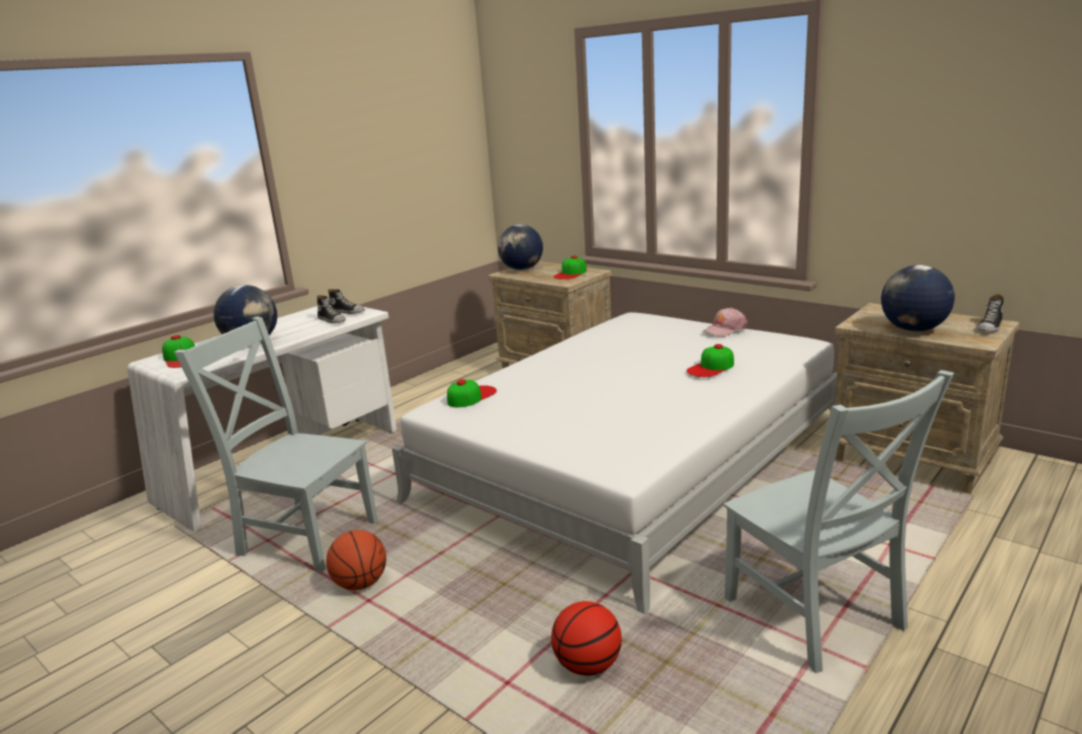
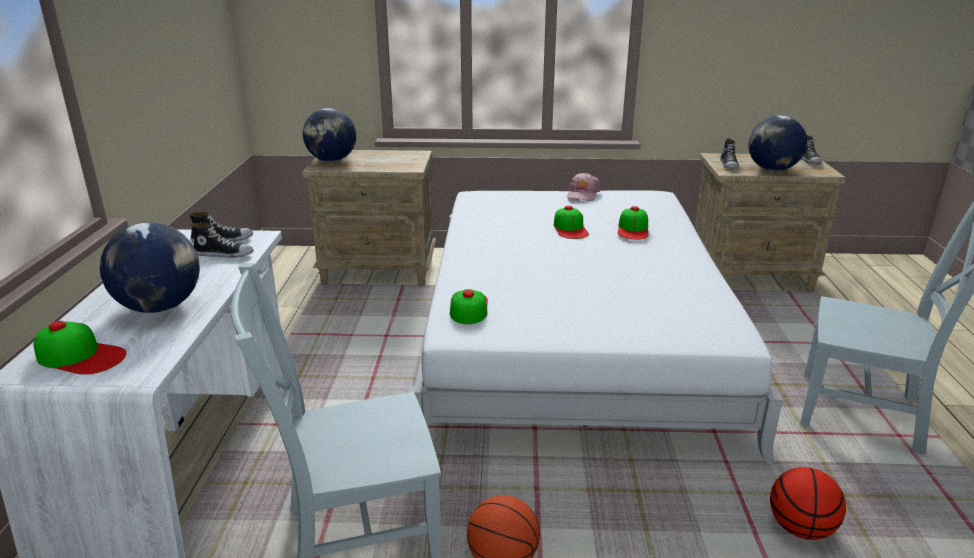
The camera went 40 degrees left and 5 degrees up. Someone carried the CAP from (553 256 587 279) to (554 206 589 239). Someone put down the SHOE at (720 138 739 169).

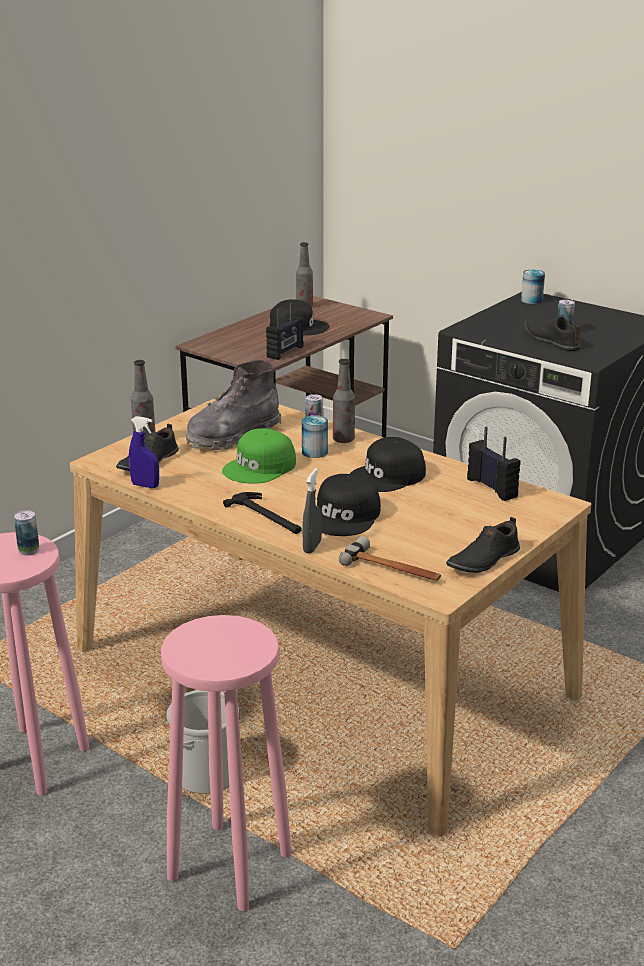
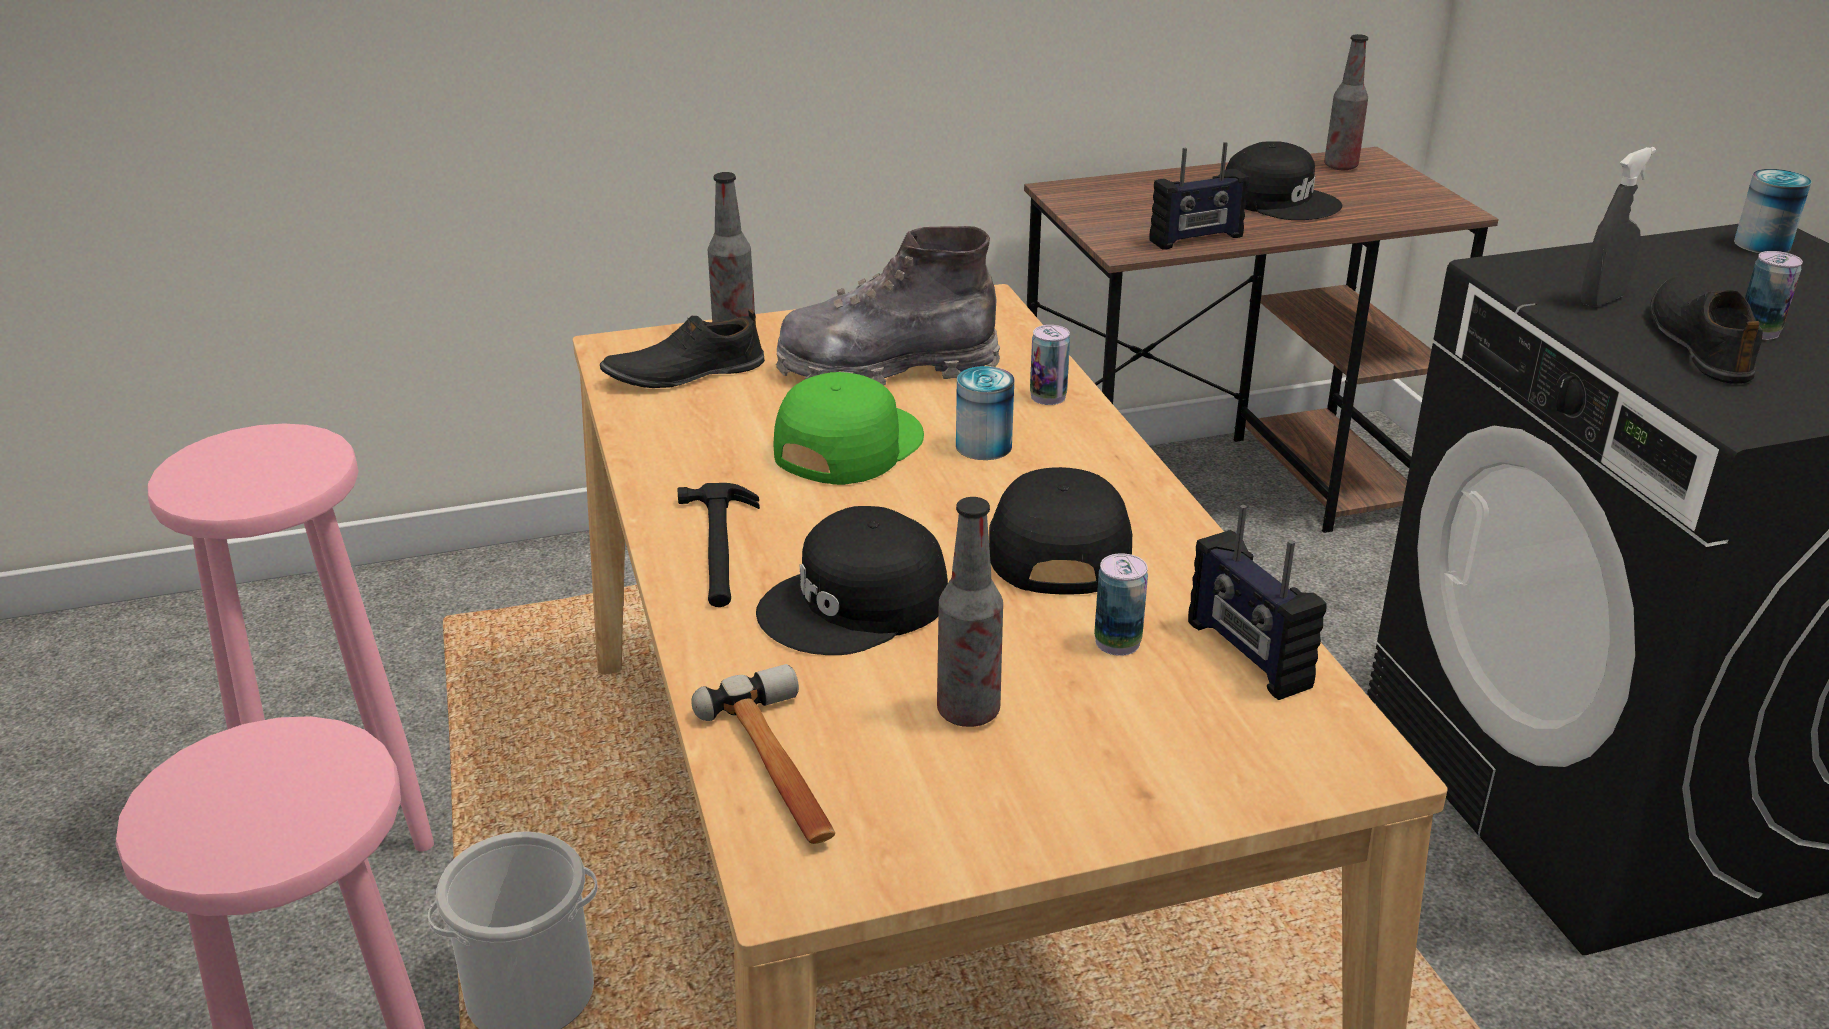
The camera went 35 degrees right and 5 degrees up. Someone carried the BOTTLE from (333 359 355 443) to (937 497 1003 727). Someone took away the BLUE SPRAY BOTTLE at (129 416 159 488). Someone rotated the RADIO at (467 427 521 501) by 150 degrees clockwise. Someone rotated the GREEN CAP at (222 428 296 484) by 135 degrees clockwise. Someone rotated the BLACK CAP at (350 437 426 492) by 90 degrees clockwise. Someone carried the GREY SPRAY BOTTLE from (303 468 322 554) to (1581 147 1656 307). Someone carried the CAN from (14 510 39 556) to (1094 553 1148 656). Someone took away the BLACK SHOE at (446 517 520 573).

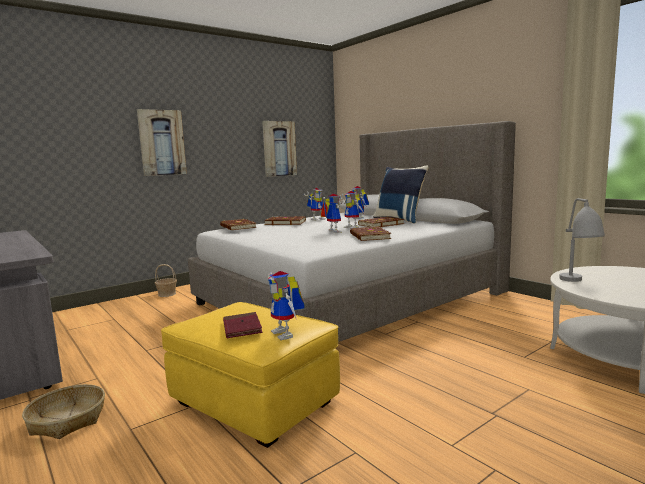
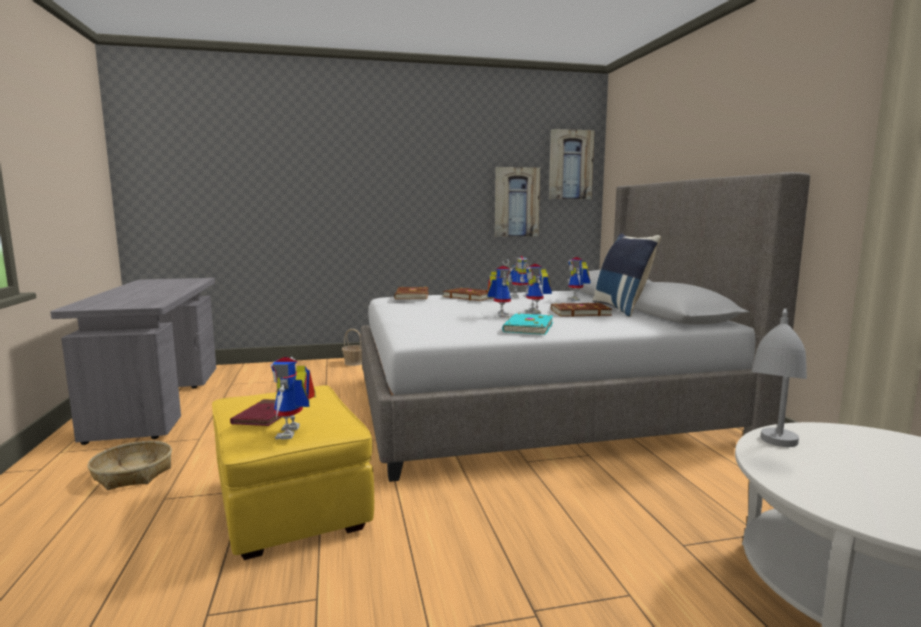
The camera went 25 degrees right and 0 degrees up. Someone carried the PICTURE from (137 109 187 176) to (549 129 594 199). Someone repainted the BROWN BOOK at (350 226 391 241), which became the TURQUOISE BOOK at (502 313 553 335).

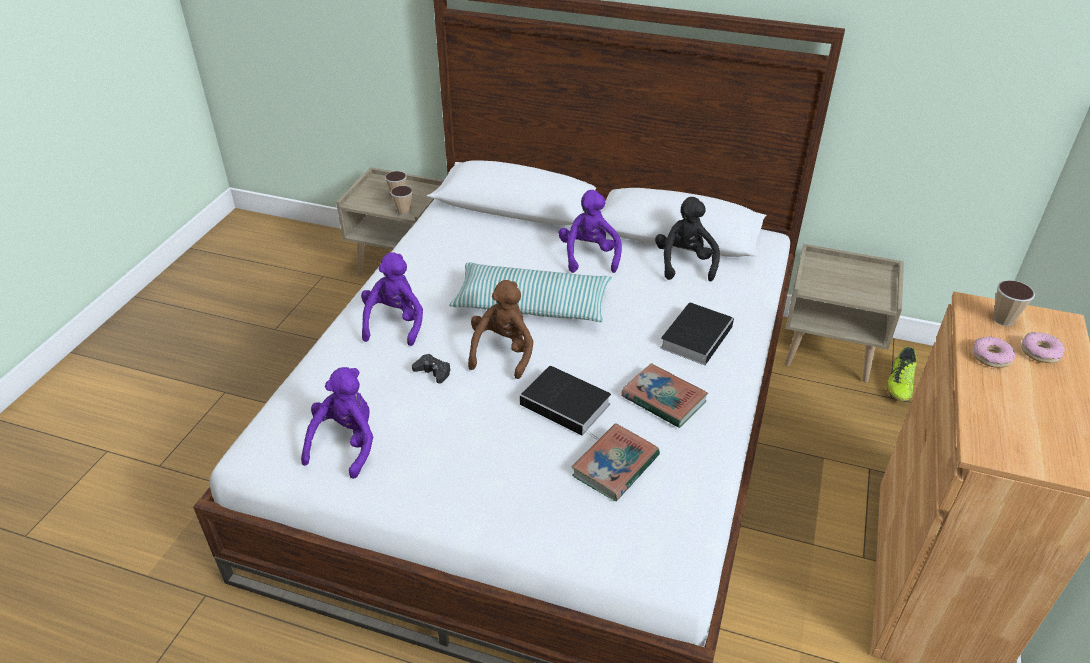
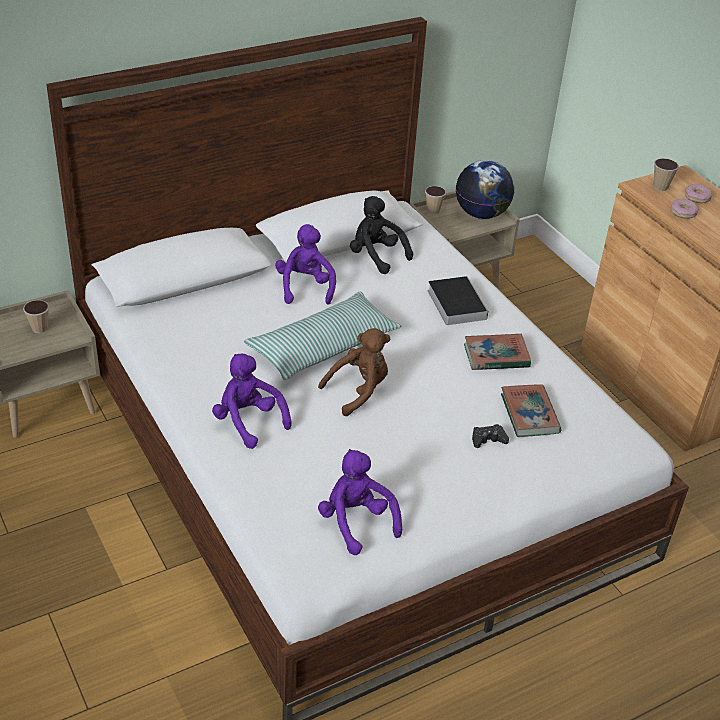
The camera went 50 degrees left and 0 degrees up. Someone carried the CUP from (390 186 413 215) to (425 186 446 214). Someone rotated the PURPLE PLUSH TOY at (558 190 622 273) by 45 degrees clockwise. Someone rotated the BROWN PLUSH TOY at (468 280 533 379) by 90 degrees clockwise. Someone took away the SHOE at (886 347 917 402). Someone carried the BLACK GAME CONTROLLER from (412 354 451 384) to (472 424 509 448). Someone took away the BOOK at (520 366 611 440). Someone put down the GLOBE at (456 160 514 219).

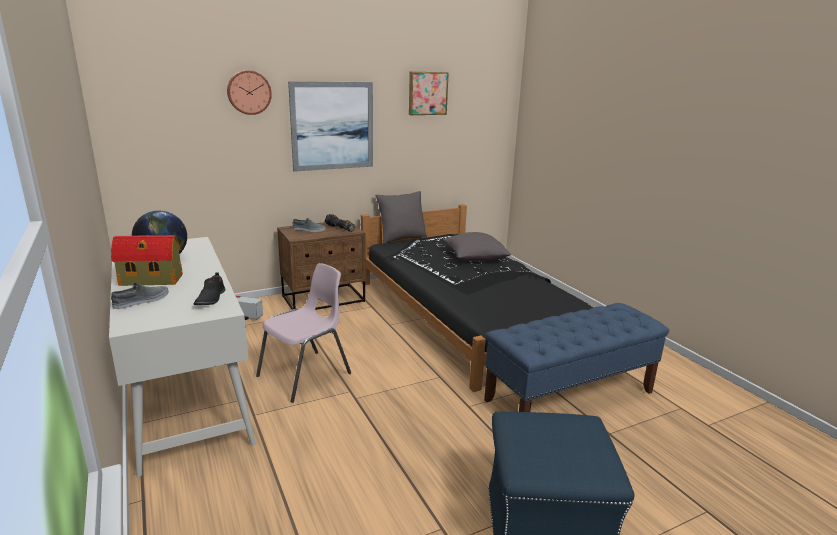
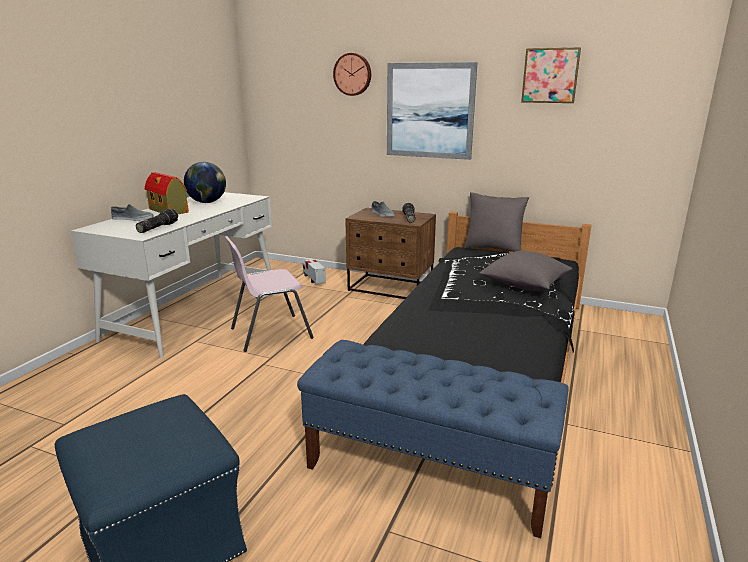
The camera went 50 degrees right and 0 degrees up. Someone rotated the PINK CHAIR at (256 263 351 403) by 150 degrees clockwise. Someone swapped the BLACK SHOE at (194 272 226 305) for the FLASHLIGHT at (136 209 178 233).

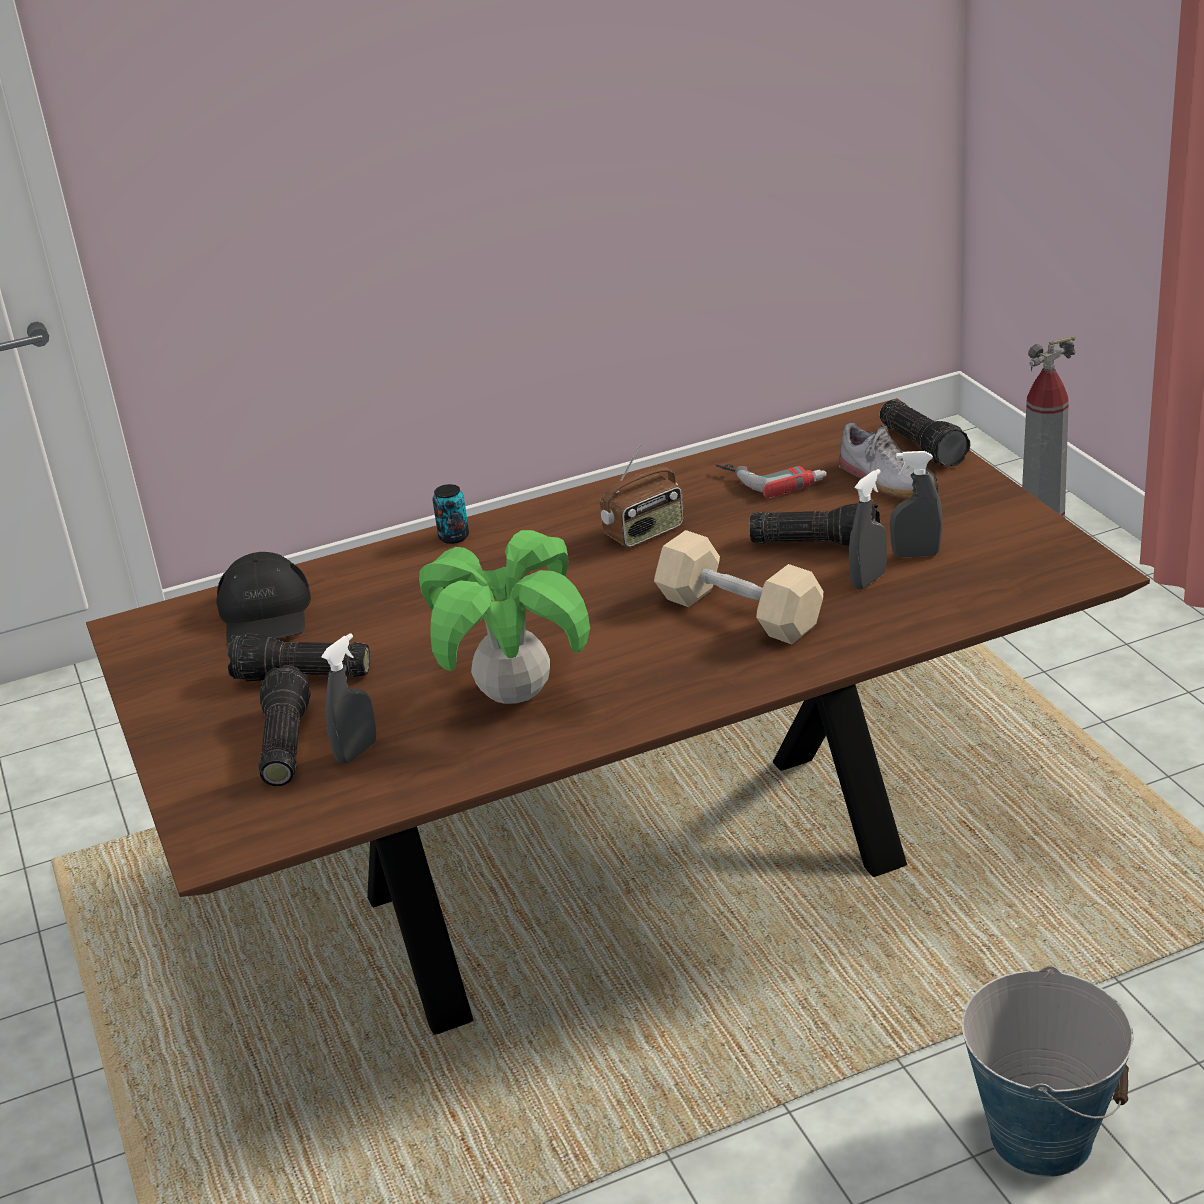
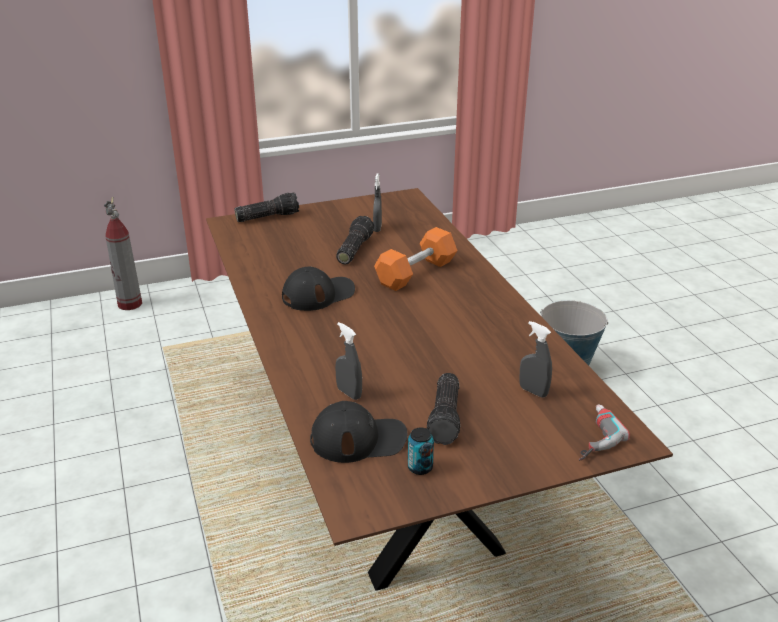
The camera went 90 degrees left and 0 degrees up. Someone took away the SHOE at (839 422 938 499). Someone swapped the RADIO at (600 444 684 548) for the BLACK CAP at (282 266 355 311). Someone carried the POWER DRILL from (715 463 827 498) to (579 404 630 461). Someone carried the GREY SPRAY BOTTLE from (849 469 887 589) to (335 322 362 400). Someone carried the CAN from (432 484 469 544) to (408 428 434 475). Someone took away the POTTED PLANT at (419 530 590 704). Someone repainted the BEIGE DUMBBELL at (654 530 823 644), which became the ORANGE DUMBBELL at (374 227 458 291). Someone took away the FLASHLIGHT at (258 665 311 786).

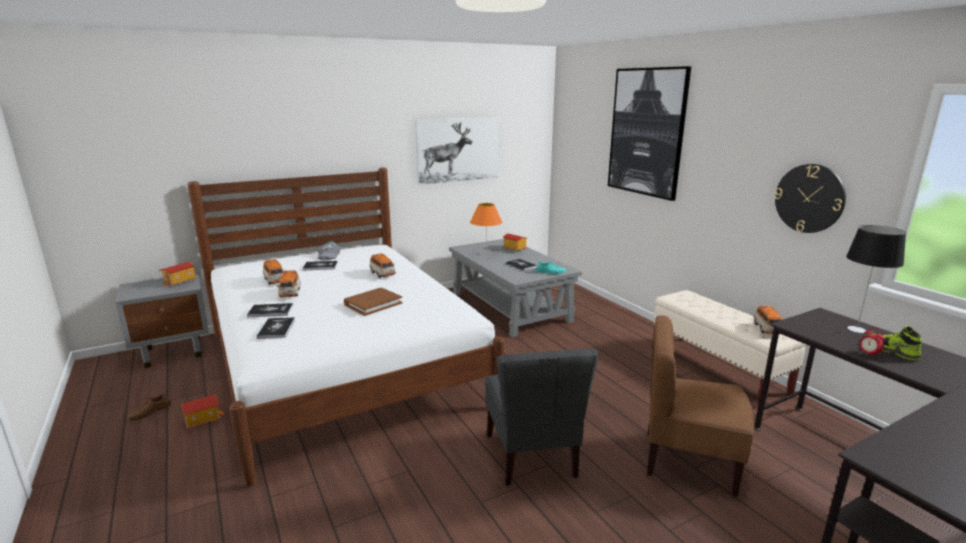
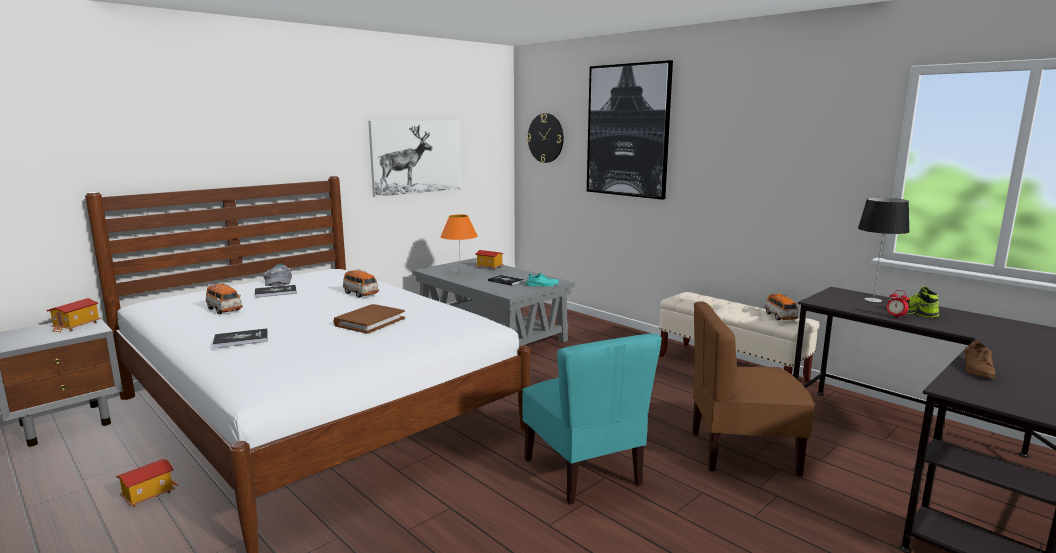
The camera went 15 degrees left and 5 degrees down. Someone carried the WALL CLOCK from (774 164 846 233) to (527 113 564 163). Someone took away the TOY CAR at (277 270 301 297). Someone took away the BOOK at (257 317 295 339). Someone repainted the GREY CHAIR at (485 349 598 486), which became the TURQUOISE CHAIR at (522 334 662 504). Someone carried the BROWN SHOE from (128 393 171 420) to (965 341 996 378).

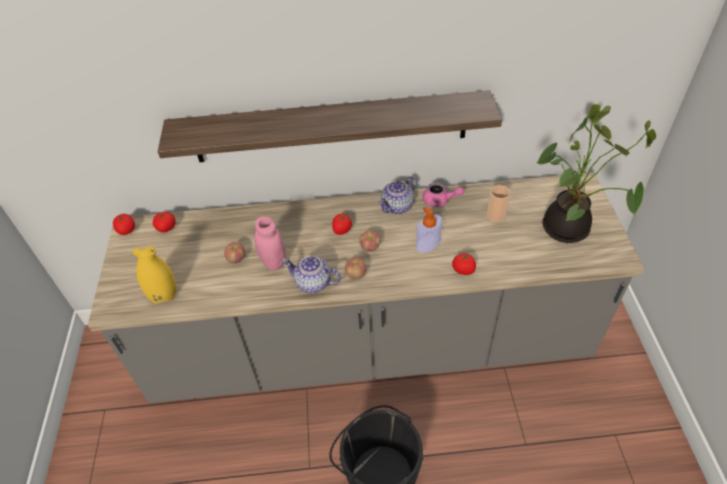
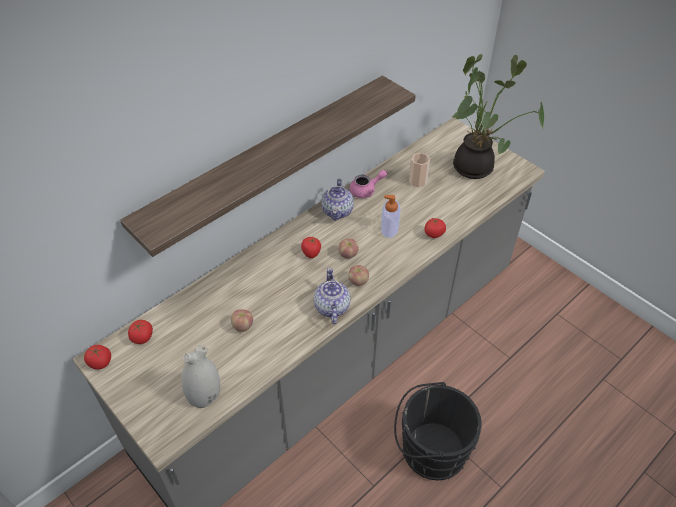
The camera went 40 degrees left and 0 degrees up. Someone took away the PINK JAR at (254 216 286 270). Someone repainted the YELLOW VASE at (133 246 176 304), which became the WHITE VASE at (181 345 220 408). Someone rotated the TEAPOT at (282 256 341 293) by 105 degrees clockwise.

